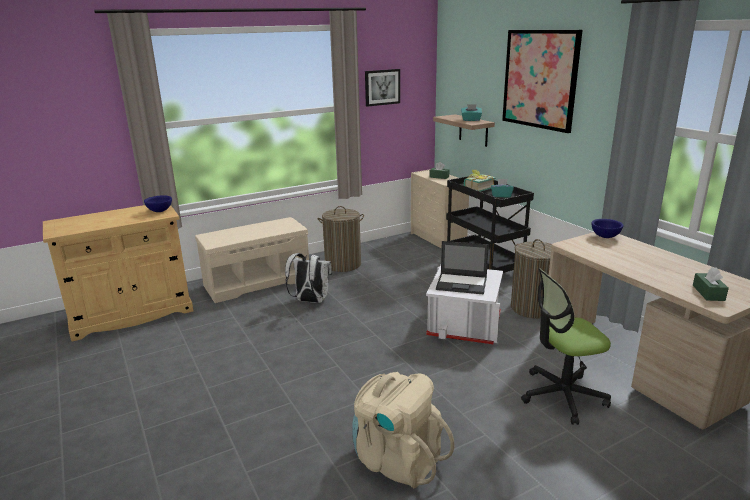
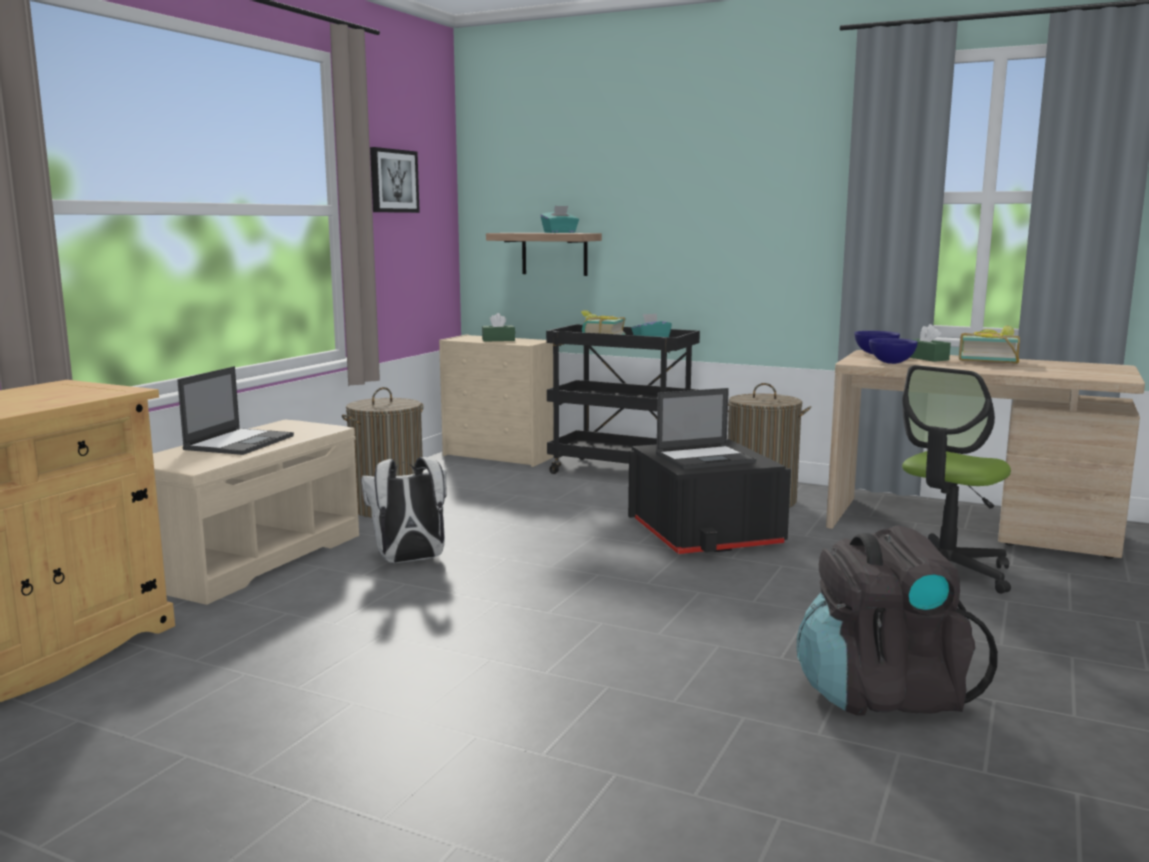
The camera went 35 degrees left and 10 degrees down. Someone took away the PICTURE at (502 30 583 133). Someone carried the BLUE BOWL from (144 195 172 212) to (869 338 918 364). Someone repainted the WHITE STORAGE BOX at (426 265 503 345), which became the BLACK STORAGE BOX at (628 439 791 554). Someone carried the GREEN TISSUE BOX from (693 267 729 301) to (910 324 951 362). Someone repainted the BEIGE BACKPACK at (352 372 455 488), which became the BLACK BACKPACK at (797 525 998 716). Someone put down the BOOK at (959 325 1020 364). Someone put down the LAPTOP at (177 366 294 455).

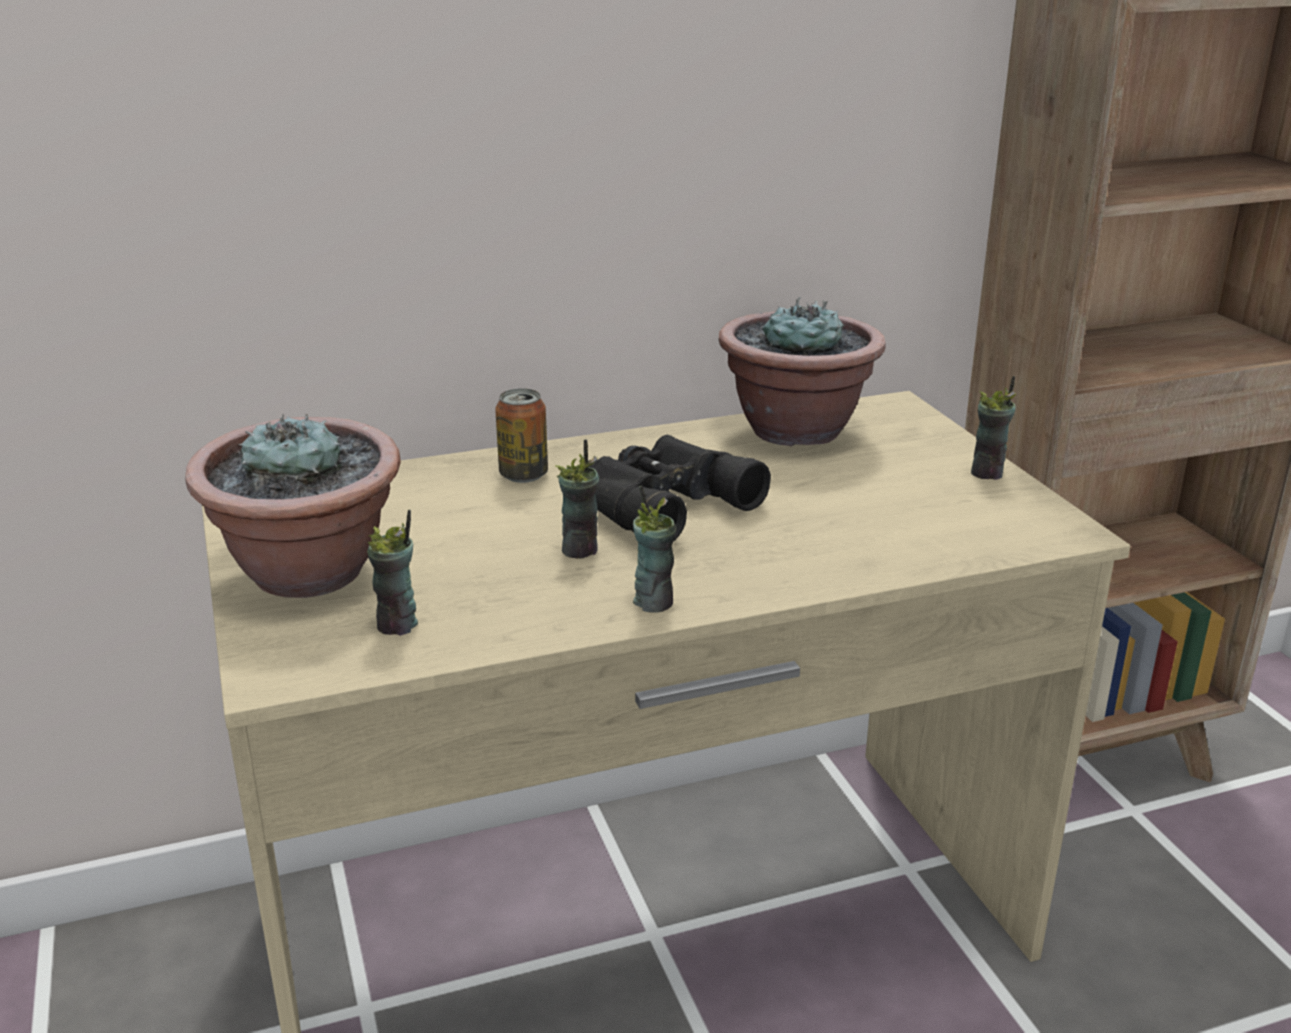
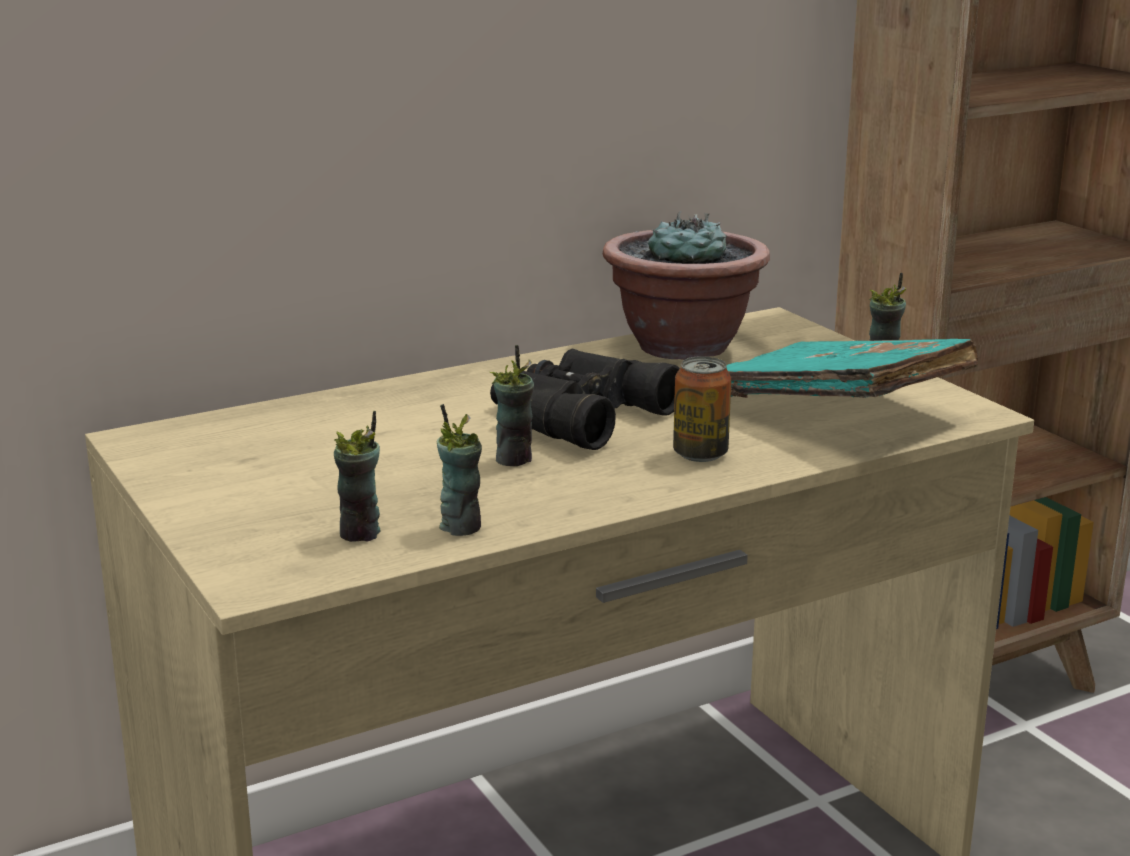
The camera went 10 degrees left and 5 degrees down. Someone carried the CAN from (495 388 548 483) to (673 356 731 462). Someone took away the POTTED PLANT at (185 414 401 598). Someone carried the CUP from (633 486 676 613) to (437 404 482 536). Someone put down the TURQUOISE BOOK at (726 339 978 398).

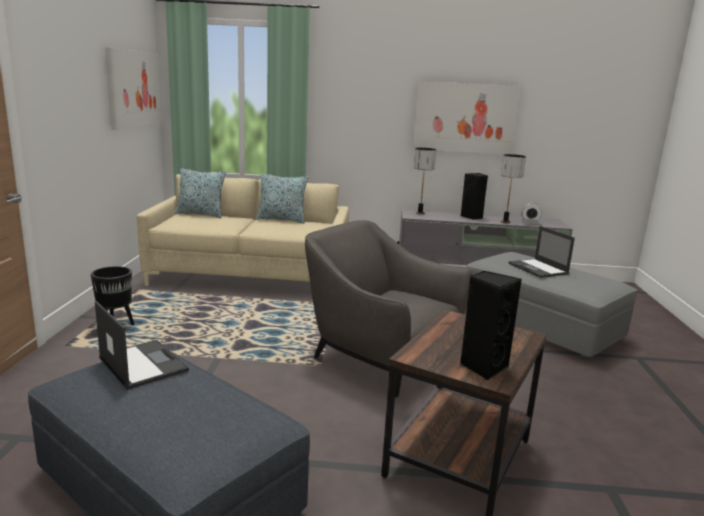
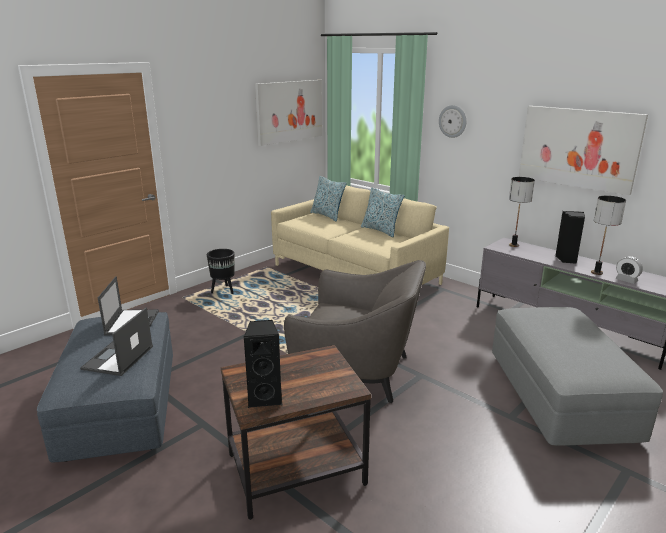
The camera went 40 degrees right and 5 degrees up. Someone rotated the GREY ARMCHAIR at (305 220 473 397) by 120 degrees clockwise. Someone carried the LAPTOP from (509 226 575 278) to (80 307 153 376). Someone put up the WALL CLOCK at (439 105 466 138).

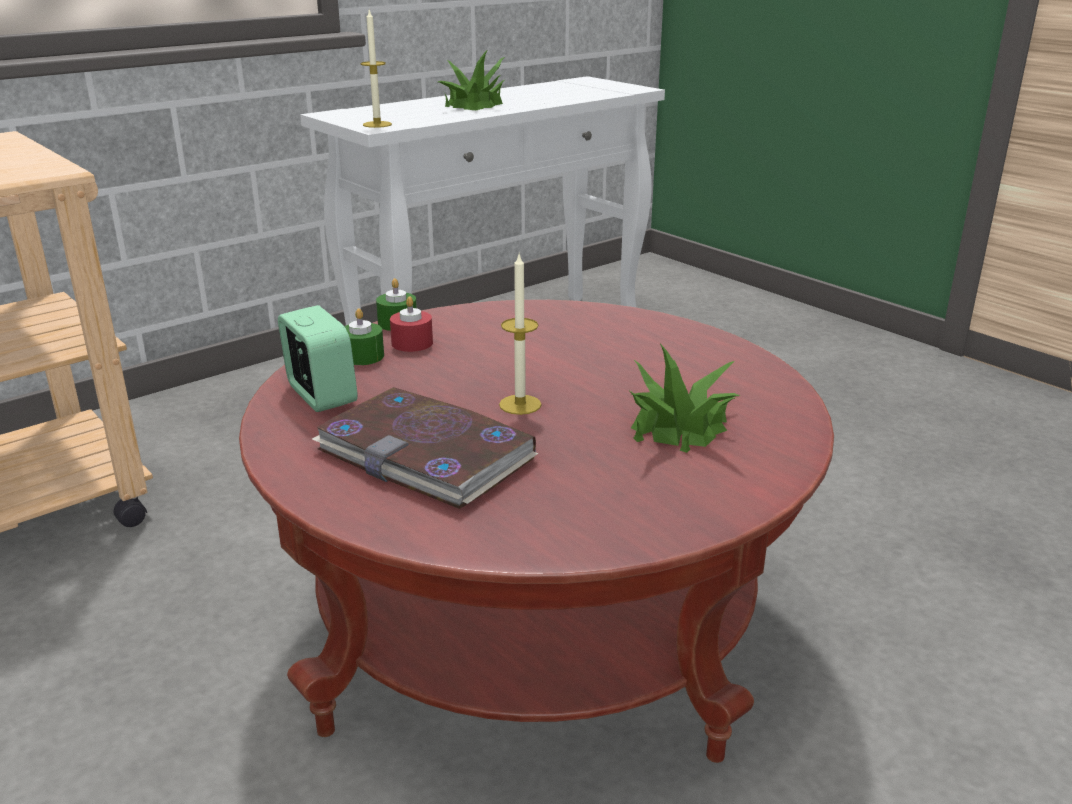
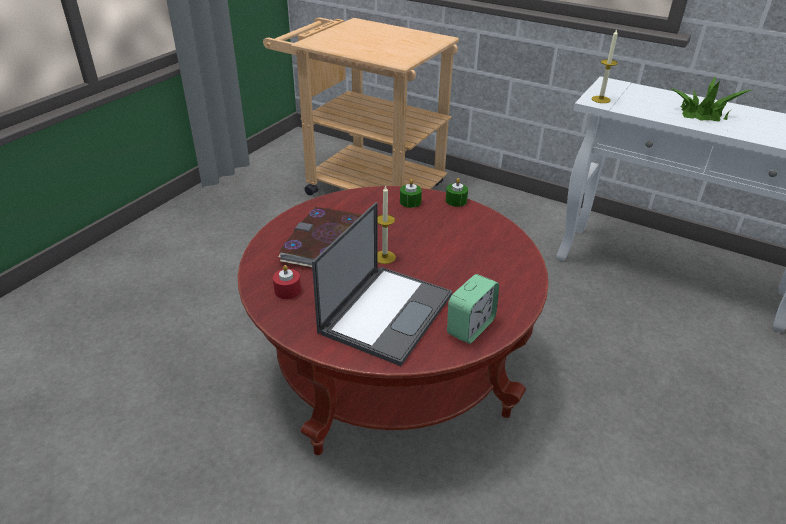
The camera went 70 degrees right and 10 degrees up. Someone carried the RED CANDLE from (390 297 433 352) to (273 265 301 299). Someone carried the ALARM CLOCK from (278 305 358 412) to (447 274 499 344). Someone swapped the POTTED PLANT at (630 344 740 453) for the LAPTOP at (312 202 452 366).

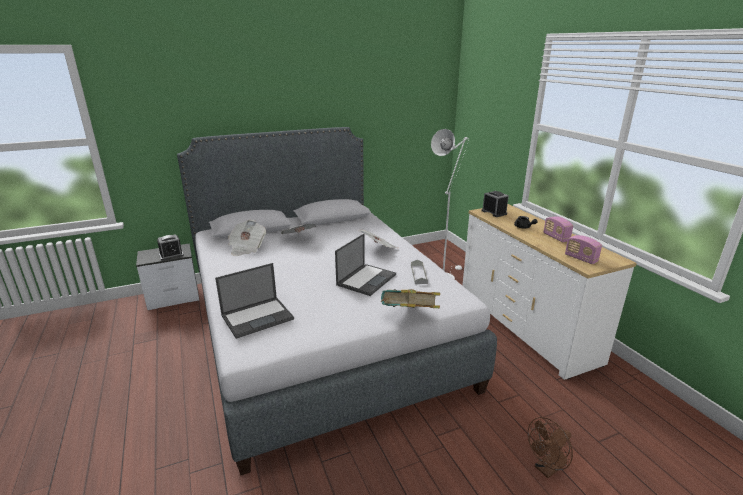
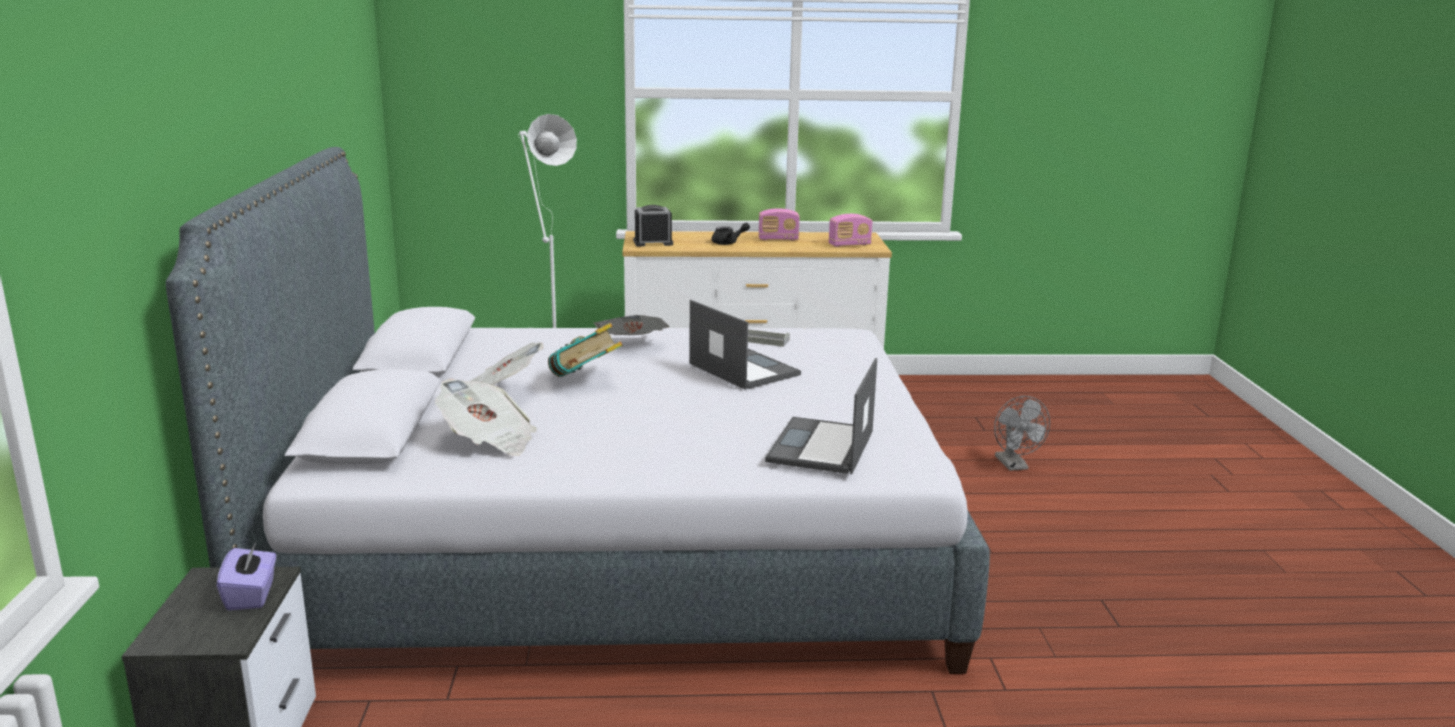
The camera went 70 degrees left and 5 degrees down. Someone swapped the ALARM CLOCK at (157 234 184 261) for the PURPLE TISSUE BOX at (217 542 276 611). Someone rotated the LAPTOP at (215 263 294 339) by 150 degrees counterclockwise. Someone carried the BOOK from (381 289 440 308) to (548 323 622 377). Someone repainted the BROWN FAN at (528 417 573 478), which became the GREY FAN at (994 396 1050 471).

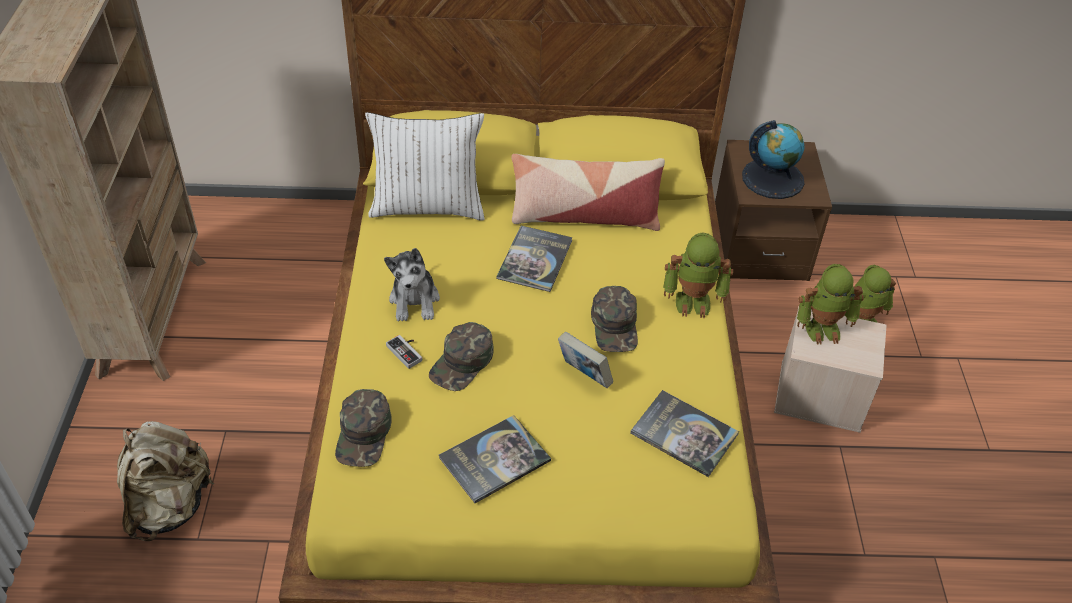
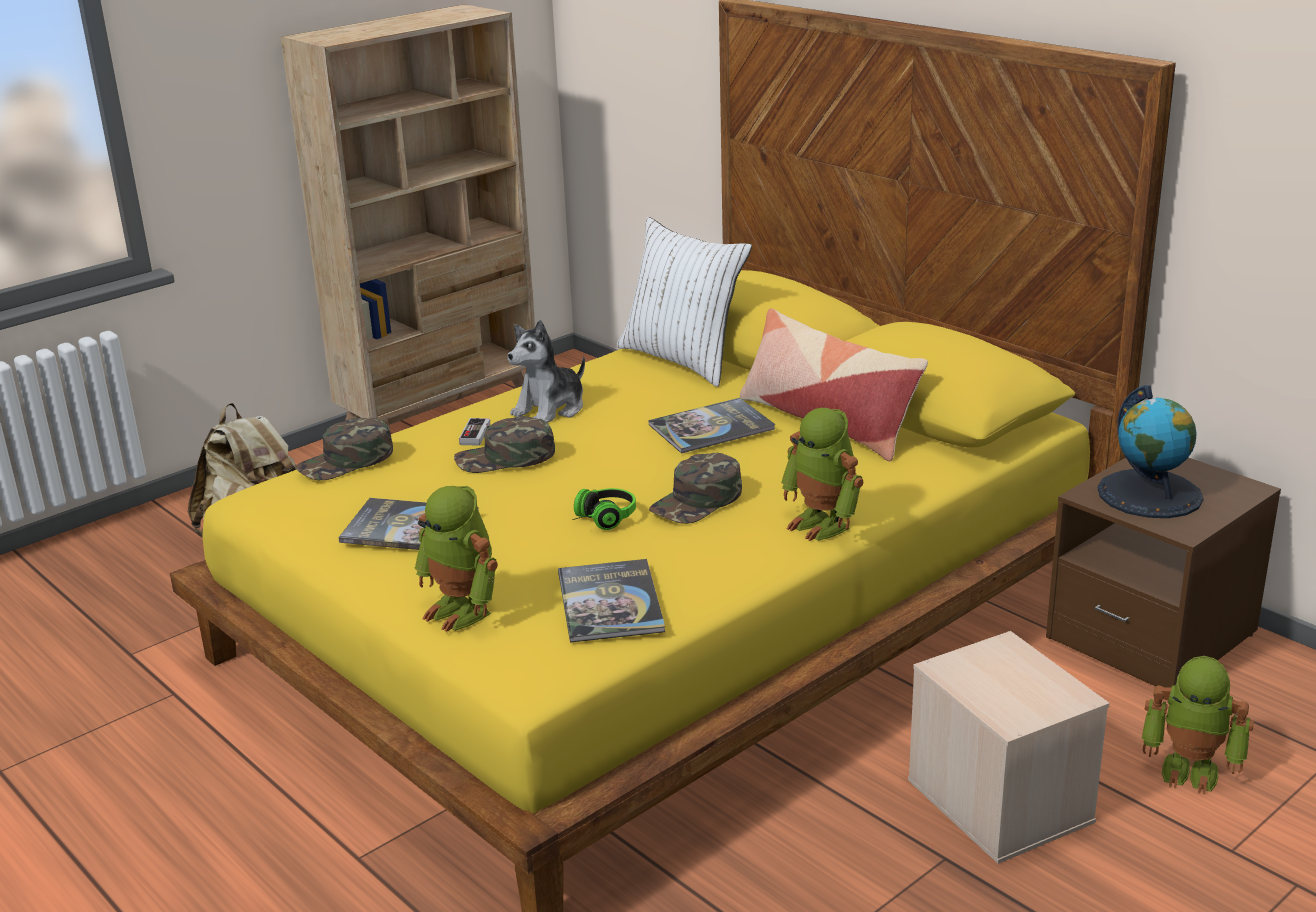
The camera went 50 degrees right and 20 degrees down. Someone carried the TOY ROBOT from (797 264 864 345) to (414 486 498 632). Someone swapped the BOOK at (558 332 613 388) for the HEADPHONES at (572 488 636 530).

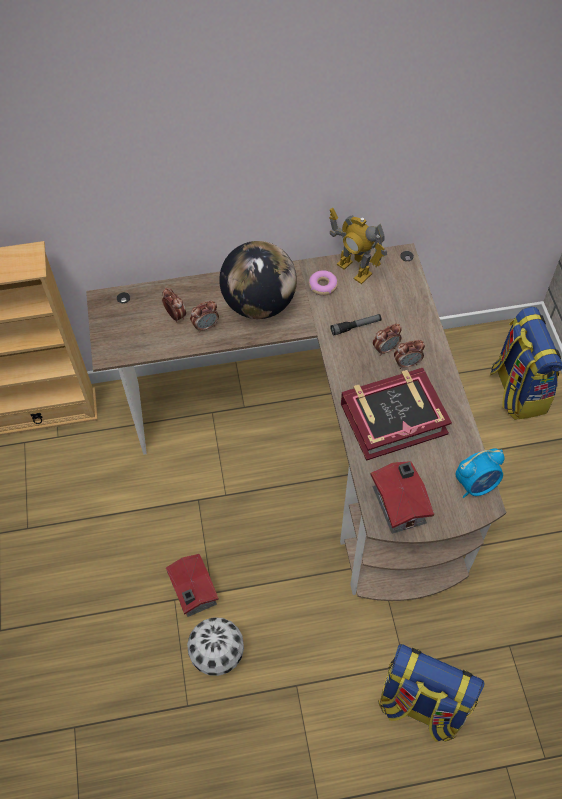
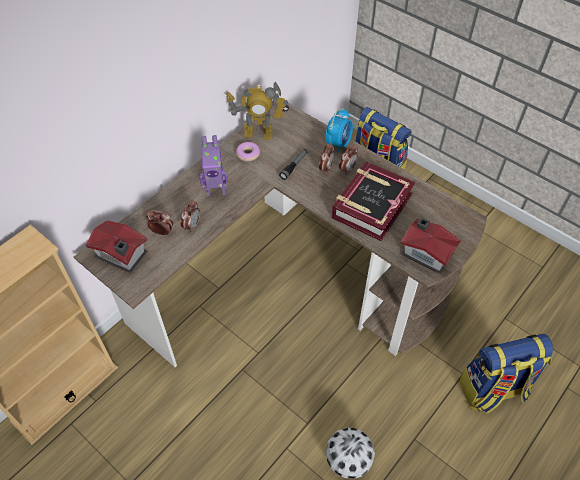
The camera went 40 degrees left and 5 degrees down. Someone swapped the GLOBE at (219 241 297 319) for the TOY ROBOT at (200 135 228 196). Someone carried the ALARM CLOCK from (456 448 504 498) to (326 108 353 154). Someone carried the TOY HOUSE from (166 554 219 617) to (86 221 148 273).

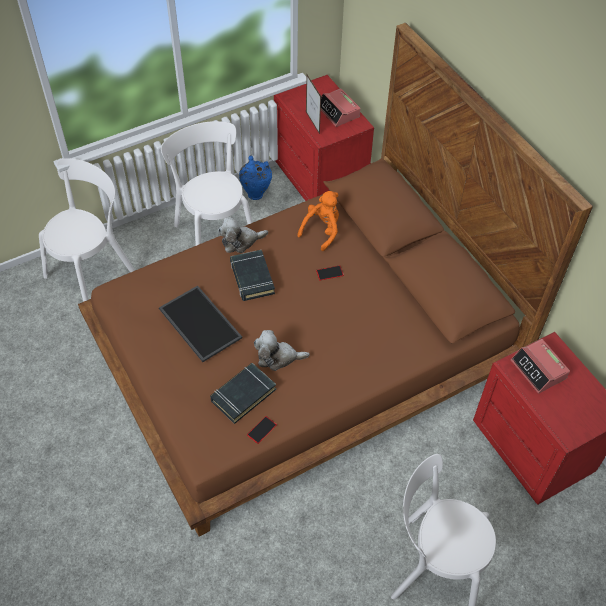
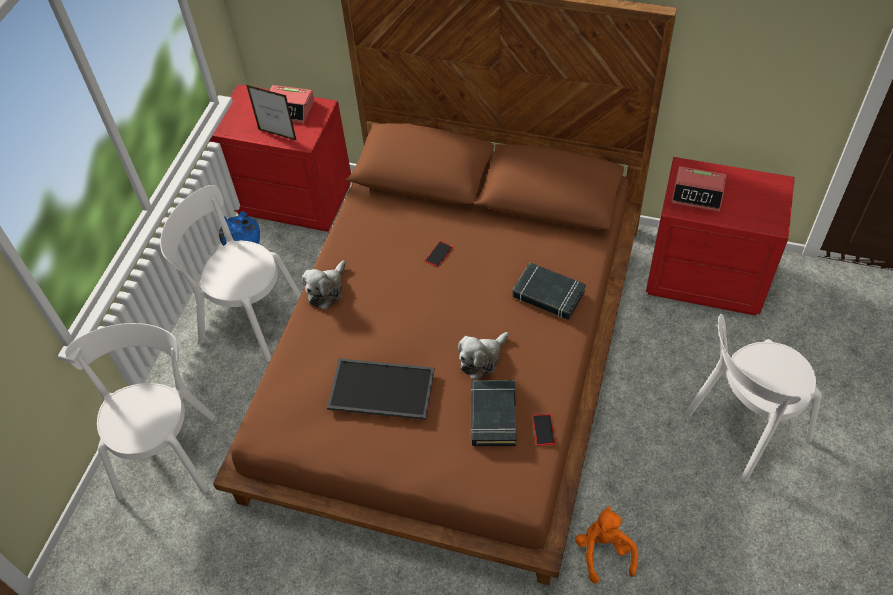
The camera went 40 degrees left and 0 degrees up. Someone carried the ORANGE PLUSH TOY from (297 191 339 251) to (575 506 638 584). Someone carried the BLACK BOOK from (230 250 275 301) to (513 263 586 320).

